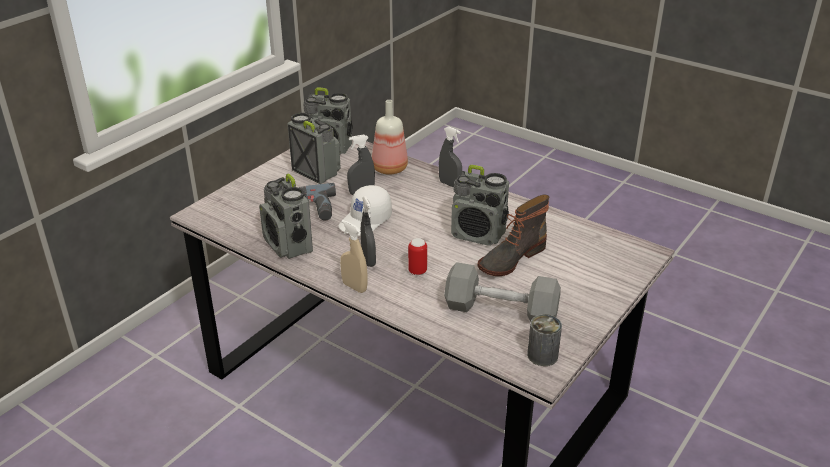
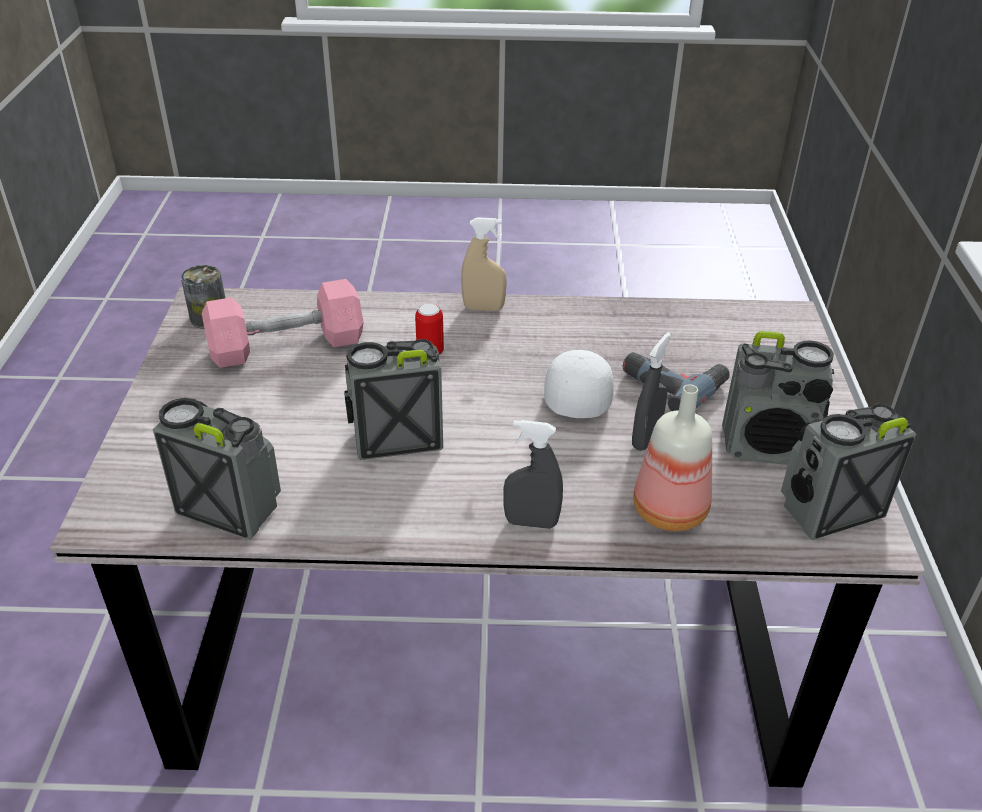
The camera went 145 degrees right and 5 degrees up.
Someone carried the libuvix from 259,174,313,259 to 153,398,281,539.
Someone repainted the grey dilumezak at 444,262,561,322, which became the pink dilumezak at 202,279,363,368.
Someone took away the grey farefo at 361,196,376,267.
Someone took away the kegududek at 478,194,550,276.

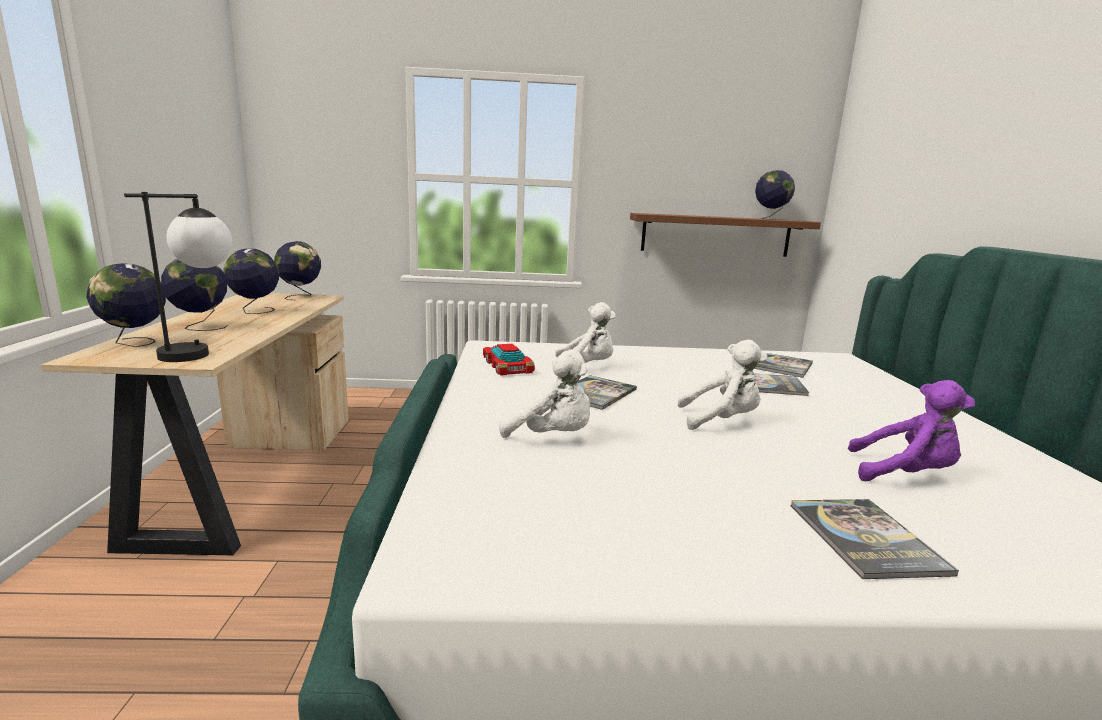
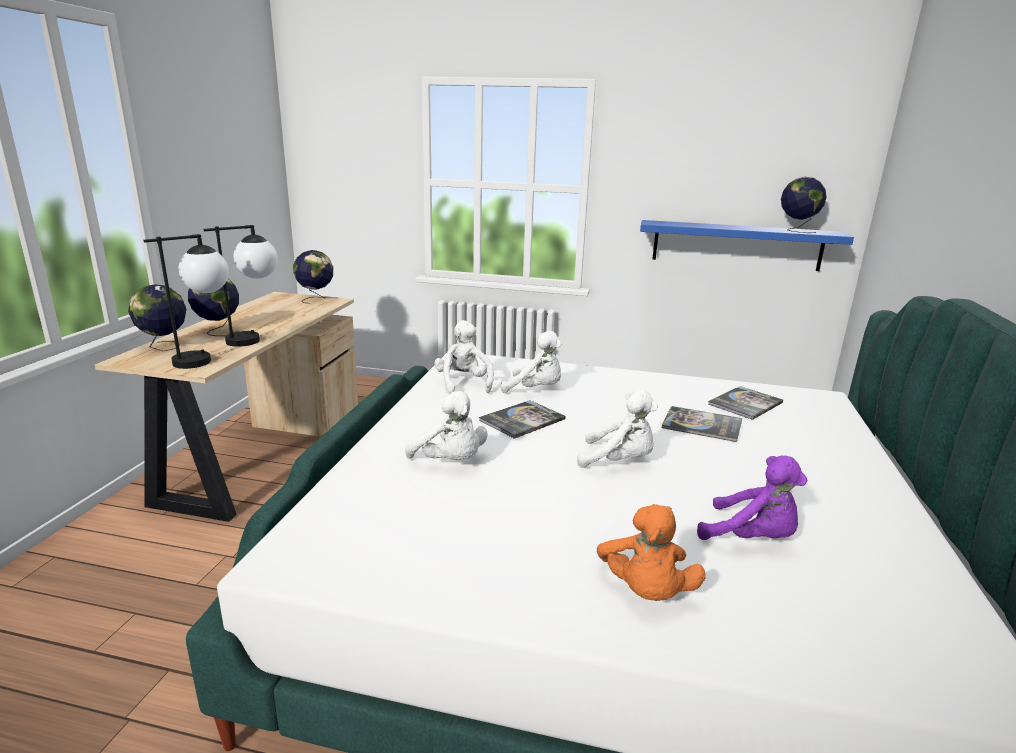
The camera went 15 degrees right and 5 degrees up.
Someone put down the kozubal at 203,225,278,347.
Someone swapped the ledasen at 483,344,535,376 for the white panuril at 434,320,494,394.
Someone swapped the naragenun at 790,499,959,579 for the orange panuril at 597,504,706,601.
Someone repainted the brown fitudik at 630,213,821,257, which became the blue fitudik at 640,220,854,271.
Someone took away the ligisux at 223,249,279,314.

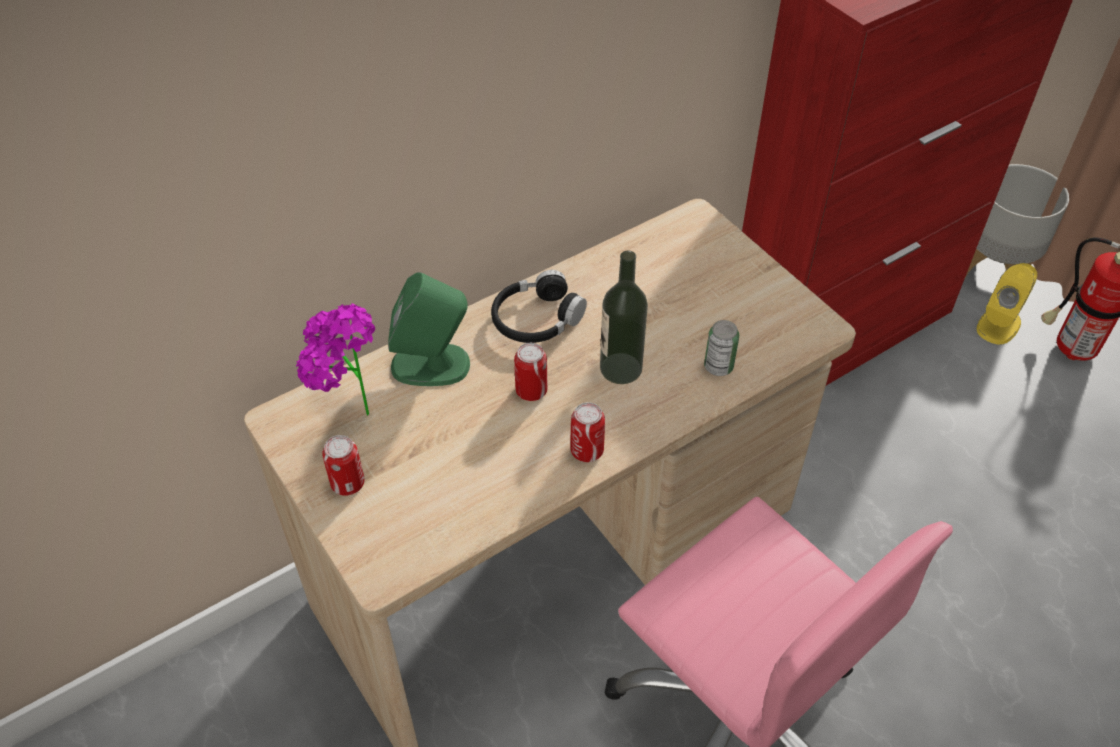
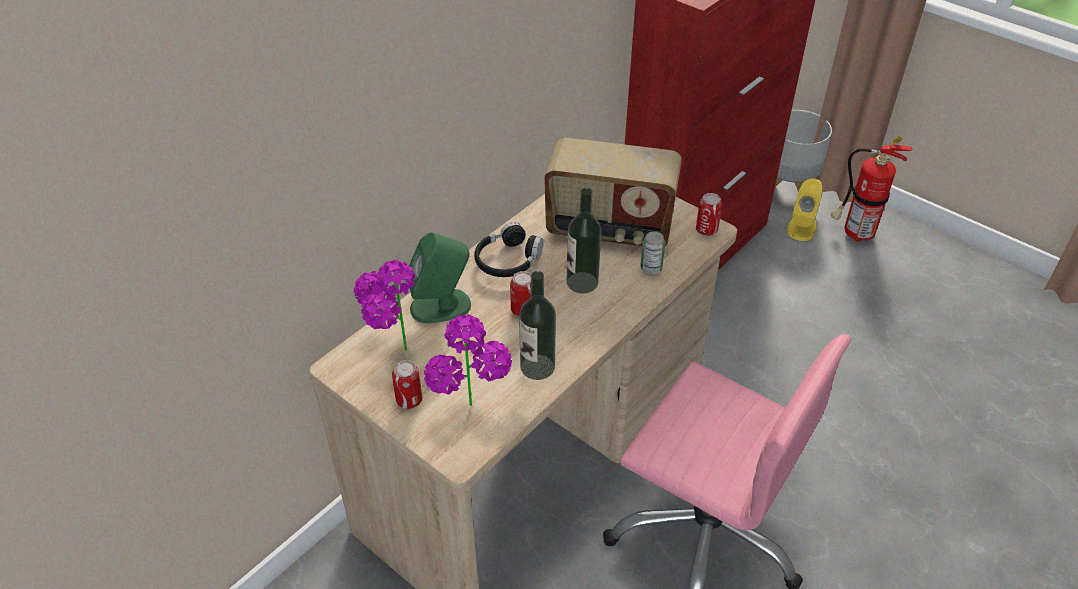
The camera went 15 degrees left and 5 degrees down.
Someone put down the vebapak at 424,314,512,406.
Someone put down the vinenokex at 519,271,556,380.
Someone put down the libuvix at 544,138,682,246.
Someone carried the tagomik from 570,402,605,462 to 696,193,722,236.

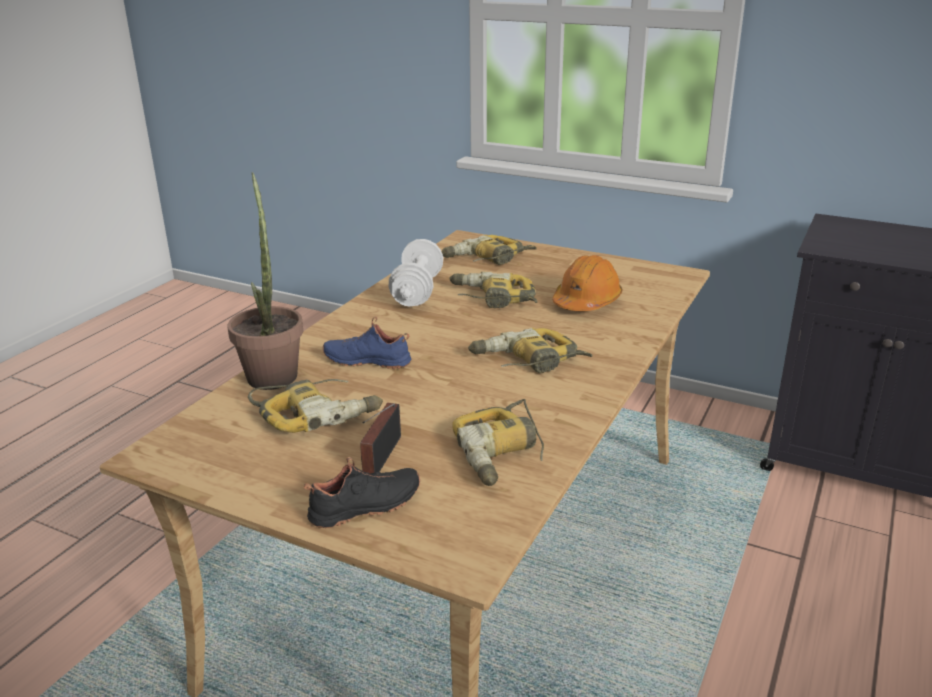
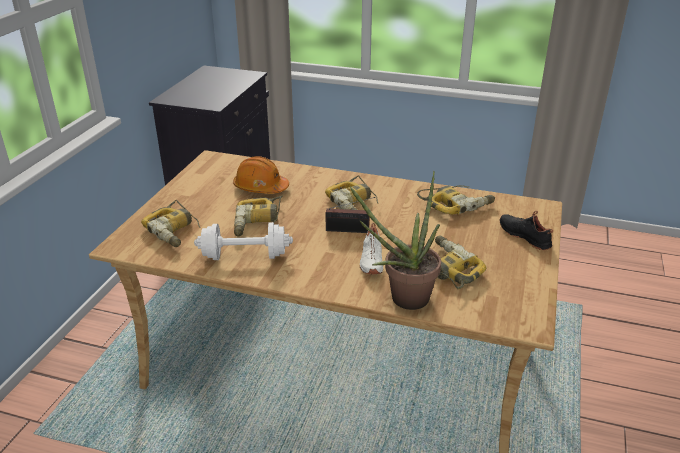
The camera went 100 degrees left and 5 degrees up.
Someone carried the libuvix from 360,403,401,474 to 326,197,375,233.
Someone repainted the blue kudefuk at 323,317,411,369, which became the white kudefuk at 360,223,383,274.

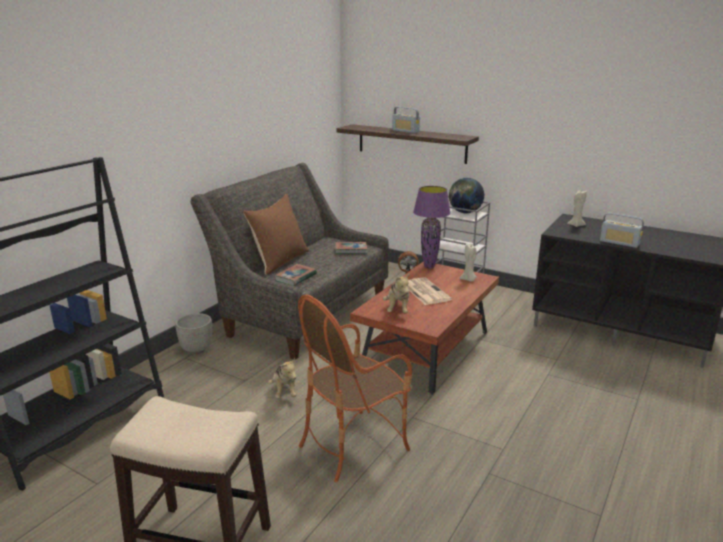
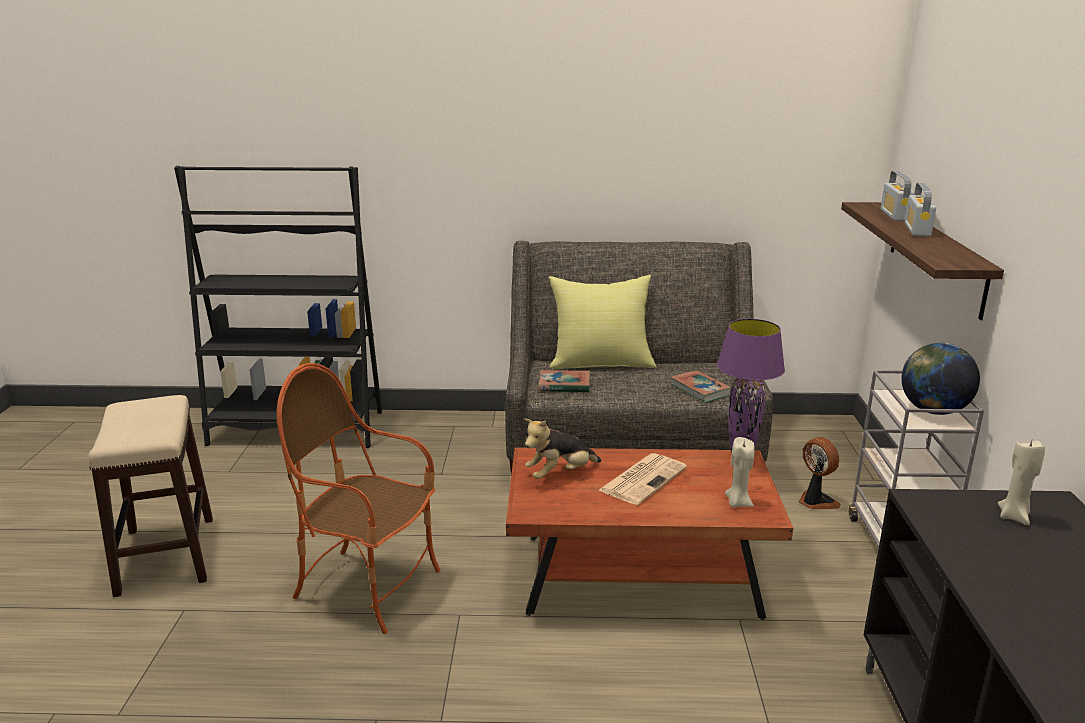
The camera went 60 degrees right and 0 degrees up.
Someone repainted the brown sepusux at 243,194,309,275, which became the yellow sepusux at 548,275,656,369.
Someone carried the libuvix from 600,213,644,248 to 881,171,914,221.
Someone took away the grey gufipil at 175,313,212,354.
Someone took away the panuril at 268,358,296,398.

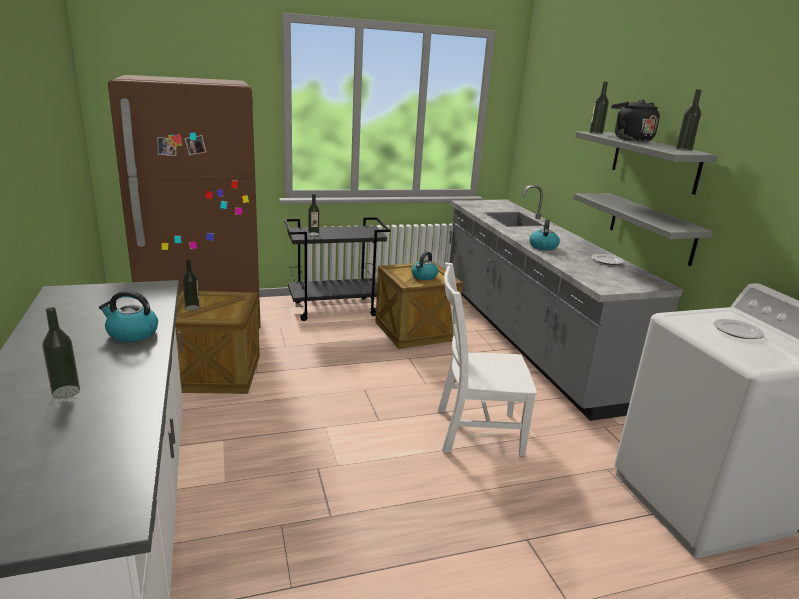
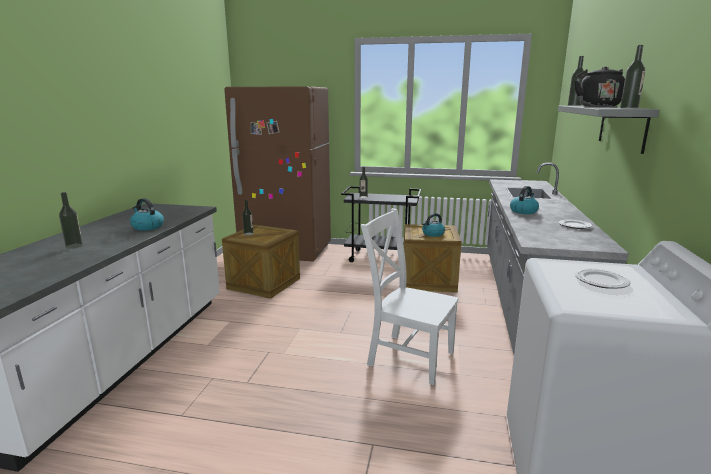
The camera went 30 degrees right and 5 degrees down.
Someone took away the grey fitudik at 573,193,713,266.

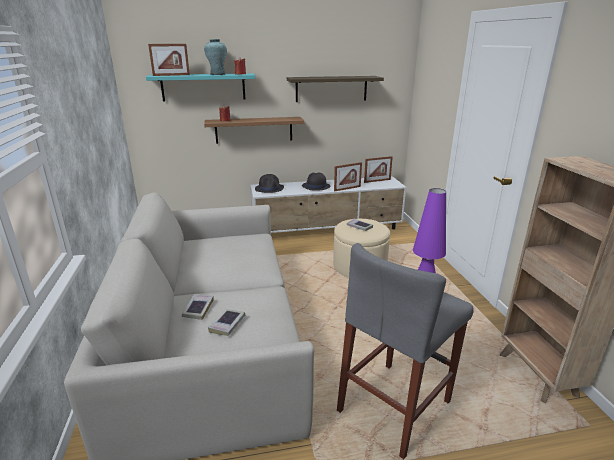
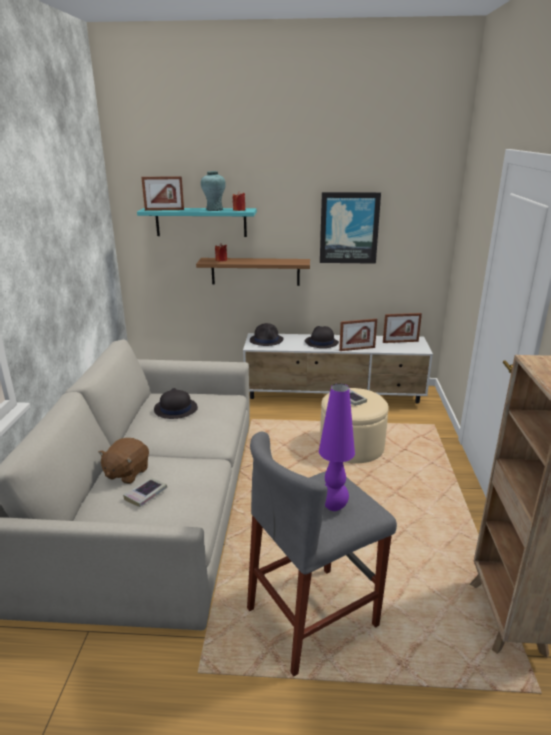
The camera went 15 degrees right and 0 degrees up.
Someone swapped the naragenun at 182,295,214,320 for the brown panuril at 98,438,149,484.
Someone put down the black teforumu at 154,388,198,419.
Someone swapped the fitudik at 287,76,384,102 for the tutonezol at 320,192,381,264.

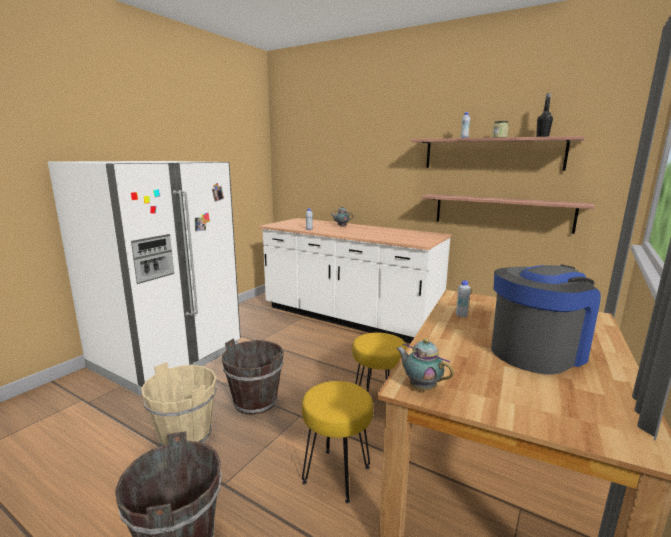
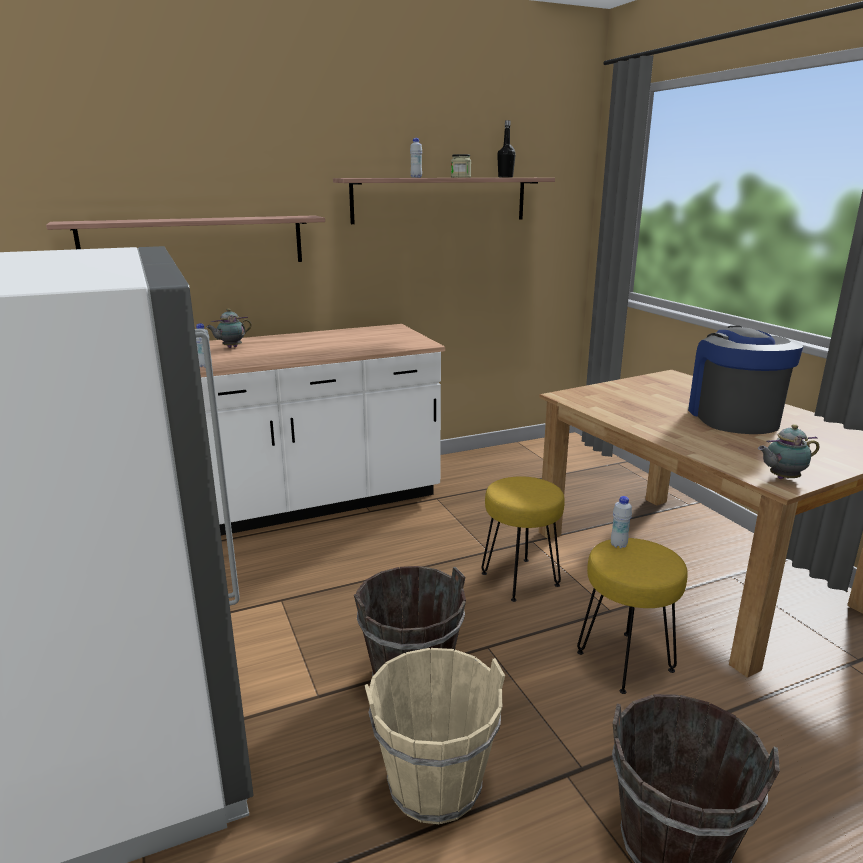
The camera went 55 degrees left and 5 degrees up.
Someone carried the fitudik from 421,194,594,234 to 46,215,325,262.
Someone carried the white vinenokex from 456,280,471,318 to 611,496,632,548.

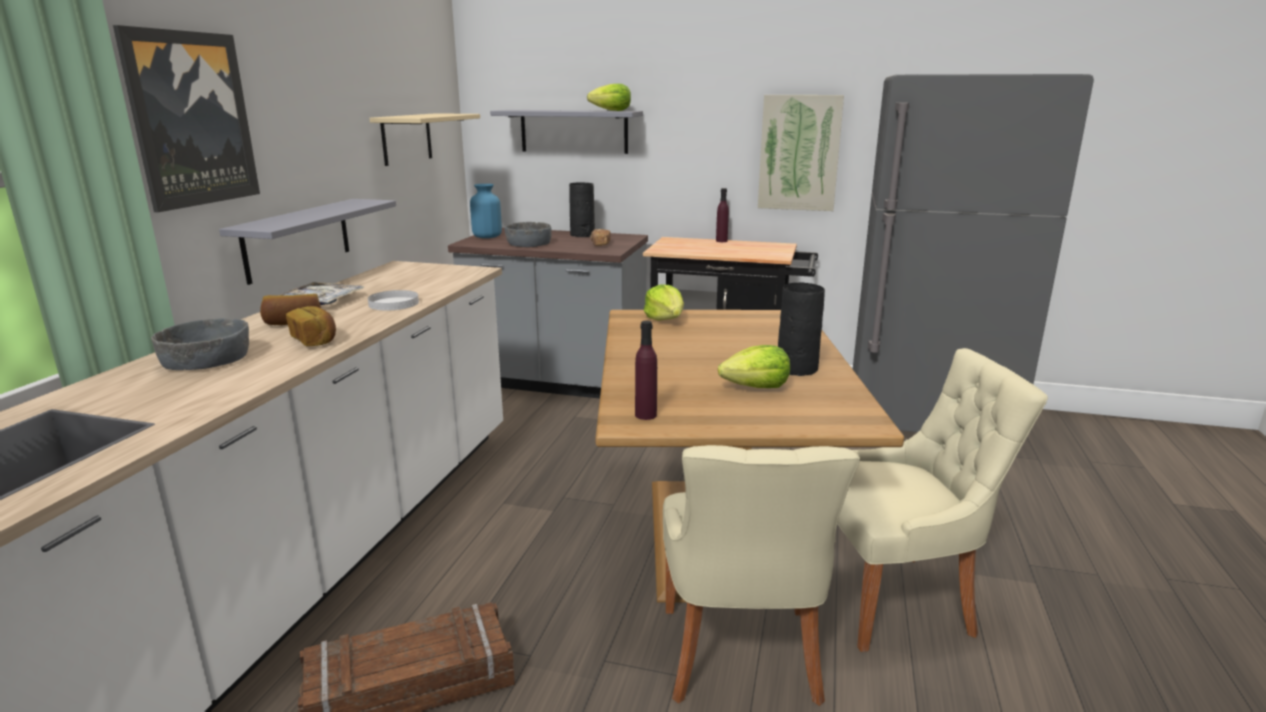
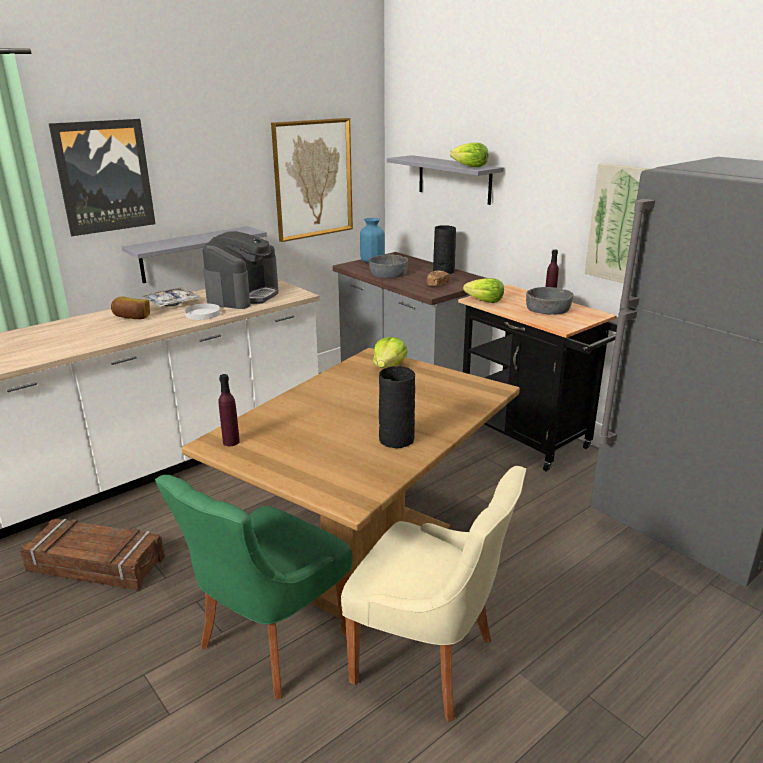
The camera went 35 degrees right and 5 degrees up.
Someone repainted the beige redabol at 663,445,860,706, which became the green redabol at 155,475,352,699.
Someone put down the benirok at 203,231,279,309.
Someone swapped the beige fitudik at 369,113,480,166 for the tutonezol at 271,118,353,242.
Someone carried the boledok from 718,345,790,388 to 463,278,504,303.
Someone carried the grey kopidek from 151,318,249,370 to 526,287,573,315.
Someone took away the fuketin at 286,306,336,346.

